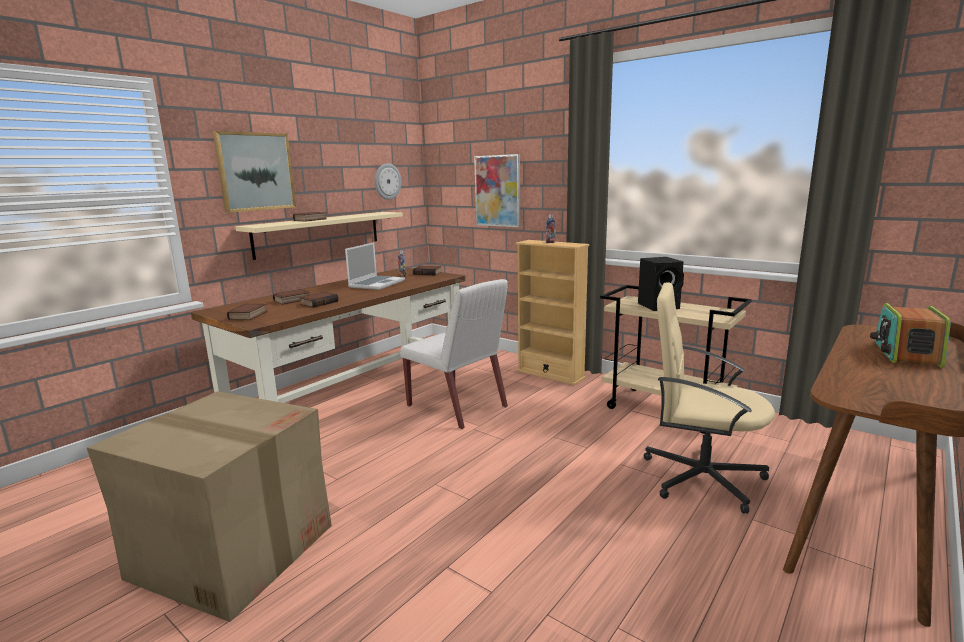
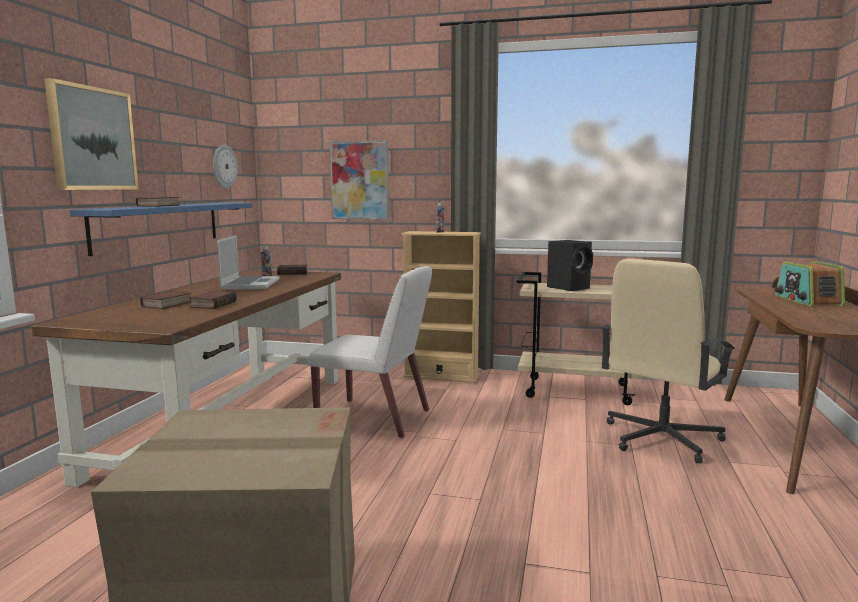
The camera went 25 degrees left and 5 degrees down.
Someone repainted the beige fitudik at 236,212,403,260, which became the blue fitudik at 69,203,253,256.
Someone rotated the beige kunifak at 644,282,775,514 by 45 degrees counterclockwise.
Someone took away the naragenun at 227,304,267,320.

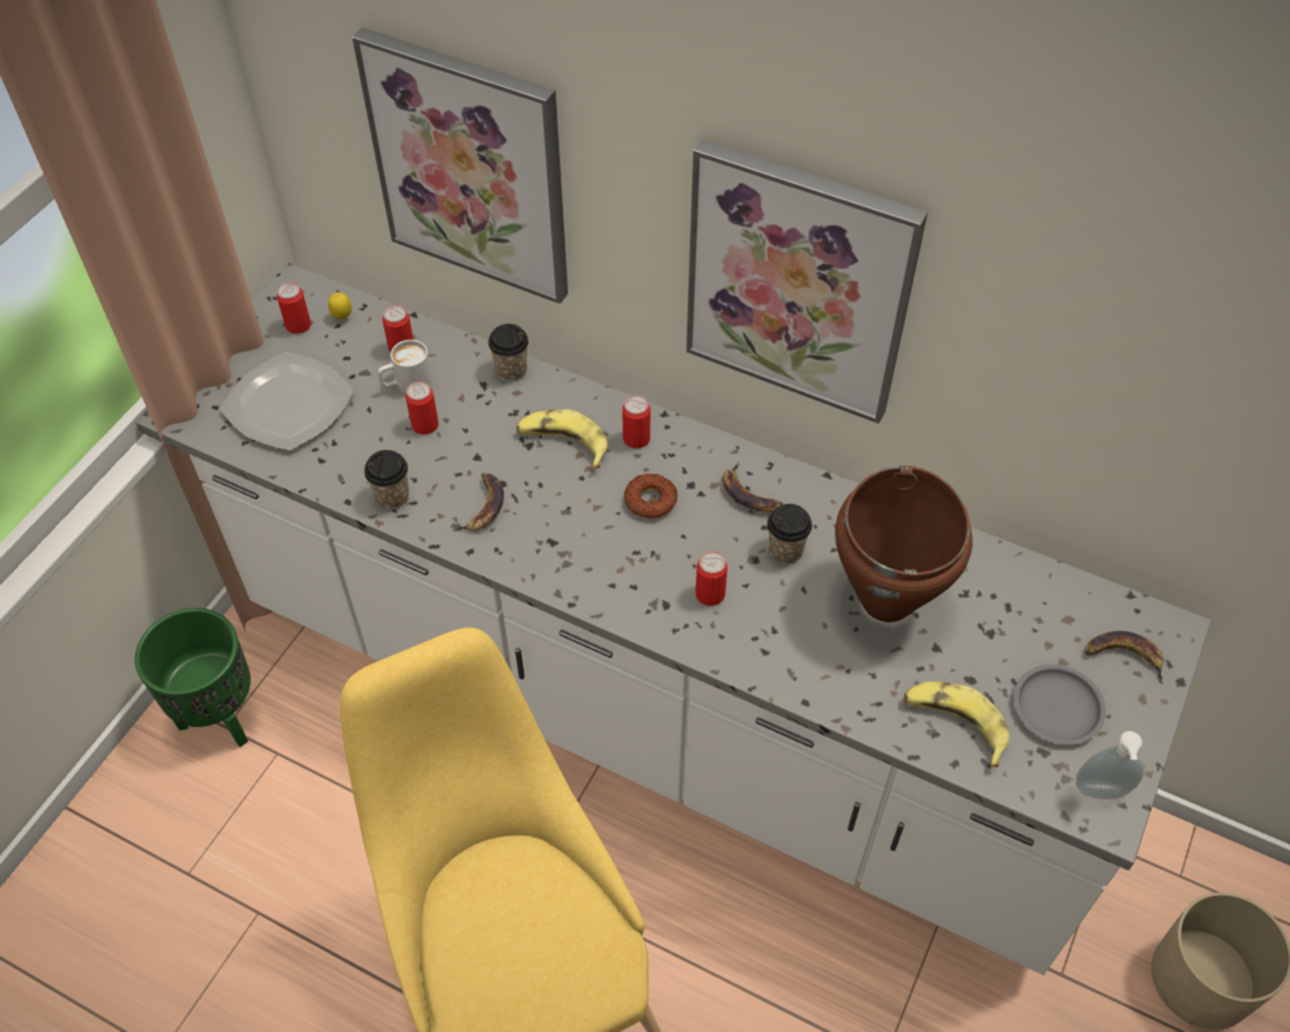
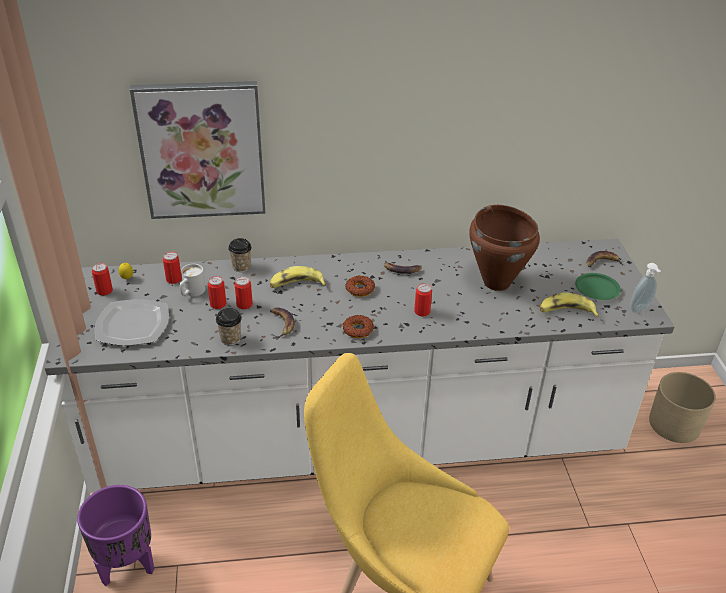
The camera went 35 degrees left and 15 degrees down.
Someone repainted the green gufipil at 135,608,251,747, which became the purple gufipil at 77,485,154,586.
Someone carried the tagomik from 622,395,650,448 to 235,276,253,309.
Someone put down the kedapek at 343,315,374,338.
Someone repainted the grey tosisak at 1014,665,1106,745, which became the green tosisak at 575,273,621,300.
Someone took away the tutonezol at 686,139,928,424.
Someone took away the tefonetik at 767,504,812,564.

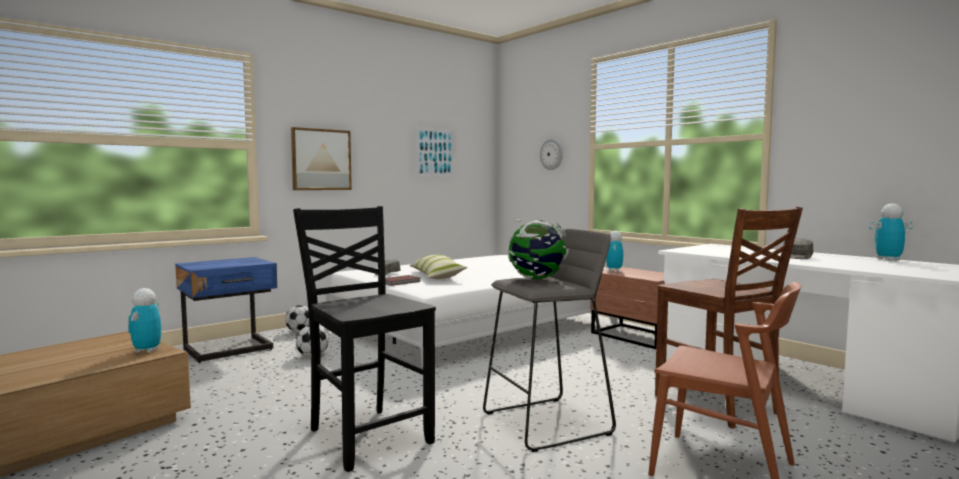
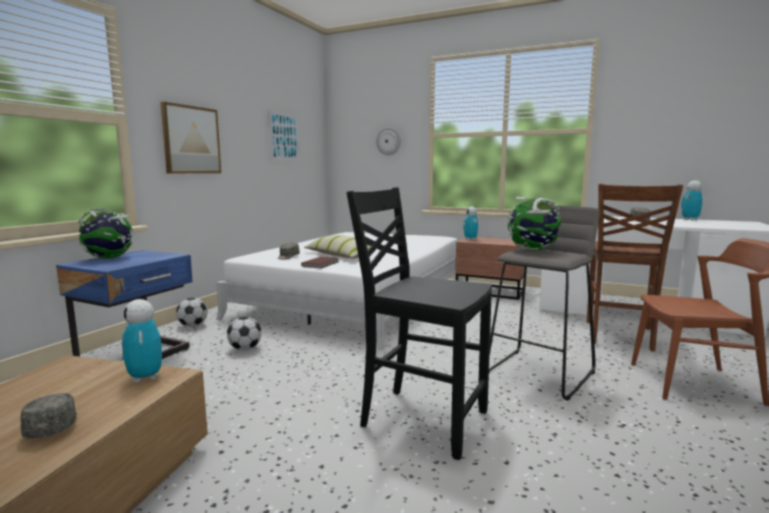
The camera went 25 degrees left and 5 degrees up.
Someone put down the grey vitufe at 20,393,78,439.
Someone put down the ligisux at 78,208,134,259.
Someone rotated the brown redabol at 655,207,803,428 by 75 degrees clockwise.

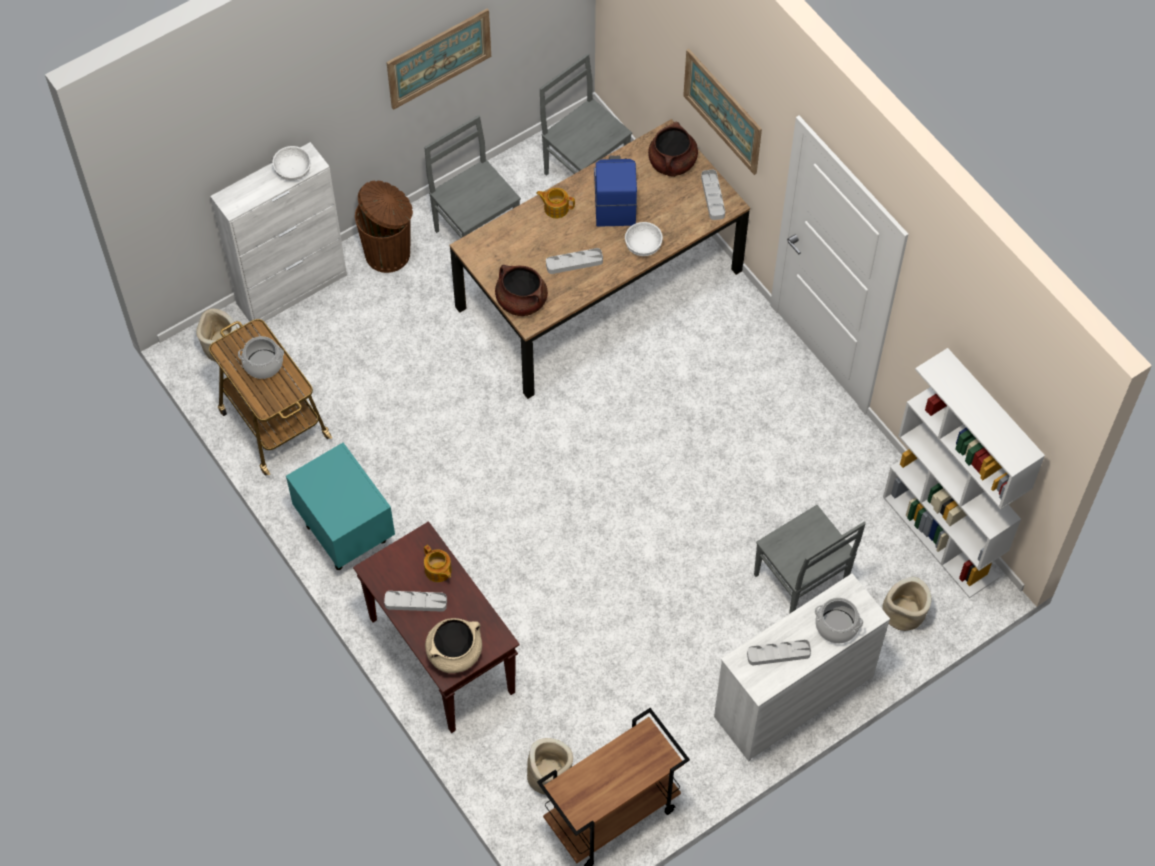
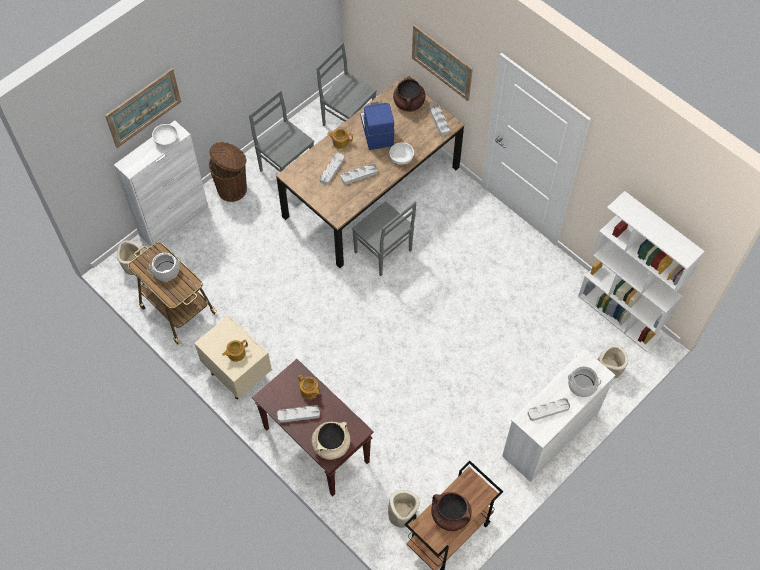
The camera went 10 degrees left and 0 degrees up.
Someone carried the tutonezol from 386,8,491,110 to 105,68,181,148.
Someone repainted the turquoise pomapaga at 286,443,395,570, which became the beige pomapaga at 194,315,272,399.
Someone put down the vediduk at 222,340,248,362.
Someone put down the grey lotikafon at 320,153,345,185.
Someone carried the grey redabol from 754,505,866,614 to 352,201,416,276.
Someone carried the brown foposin from 495,265,548,316 to 431,492,472,531.

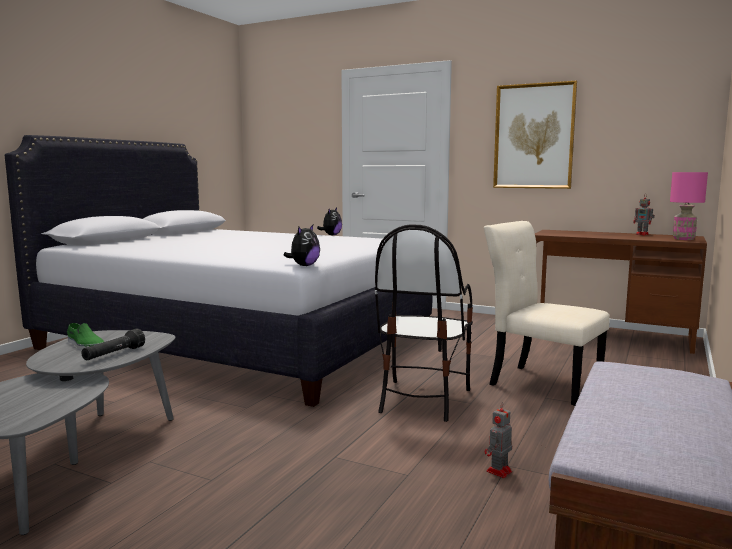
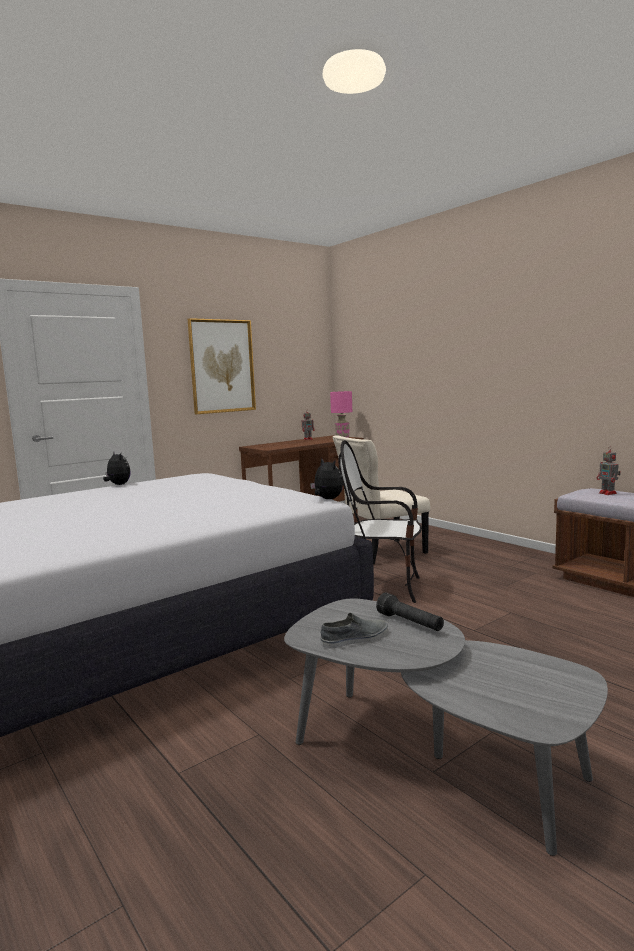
The camera went 65 degrees left and 0 degrees up.
Someone repainted the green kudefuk at 67,323,104,350, which became the grey kudefuk at 321,613,388,649.
Someone rotated the redabol at 375,224,473,422 by 150 degrees clockwise.
Someone carried the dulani from 485,402,512,478 to 597,450,621,495.

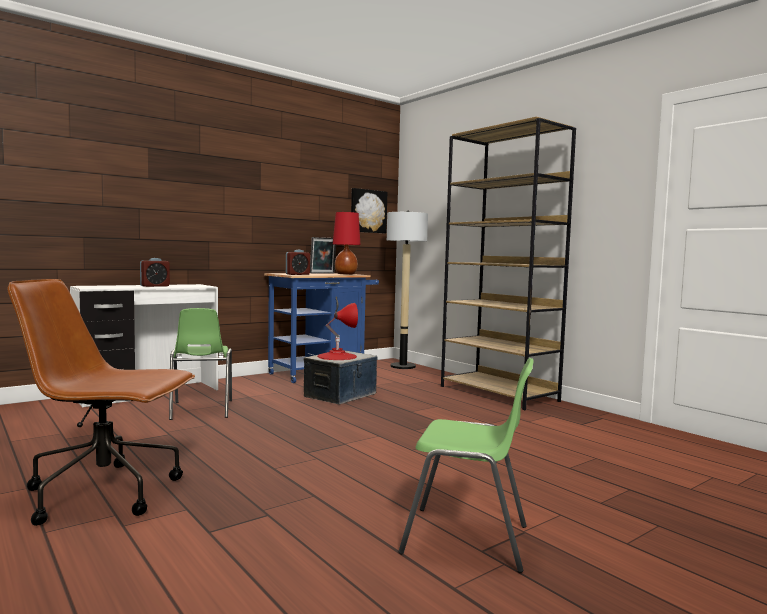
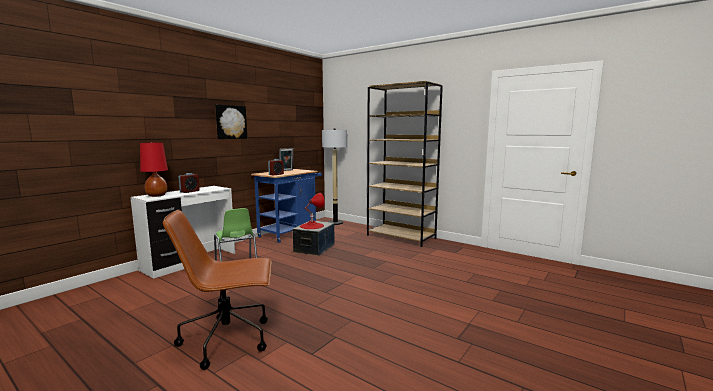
The camera went 15 degrees left and 5 degrees up.
Someone carried the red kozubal from 333,212,361,275 to 140,142,168,197.
Someone carried the tutonezol from 351,188,387,233 to 215,105,247,139.
Someone took away the green redabol at 398,358,534,573.

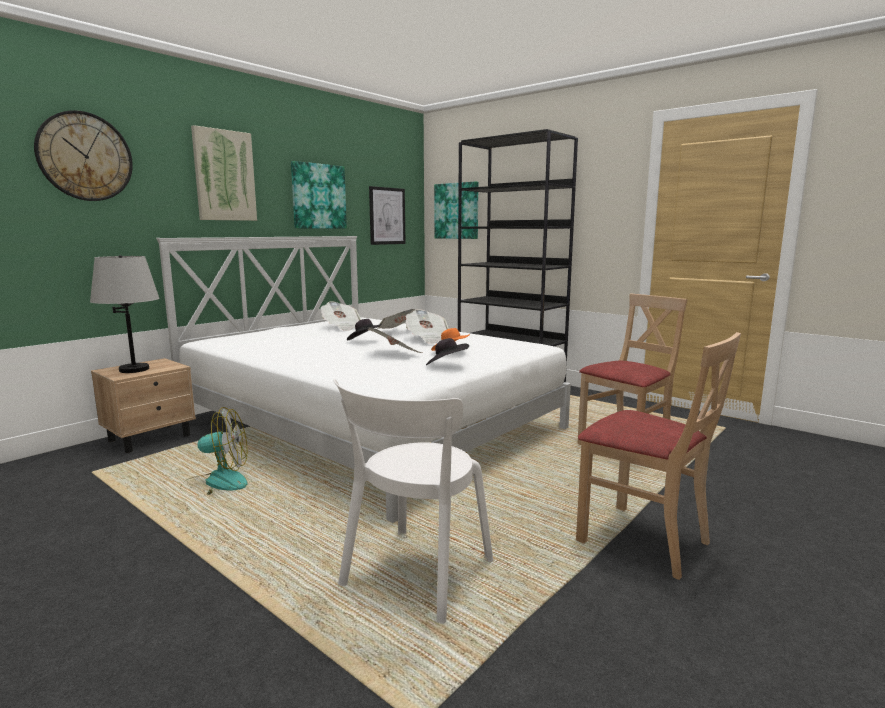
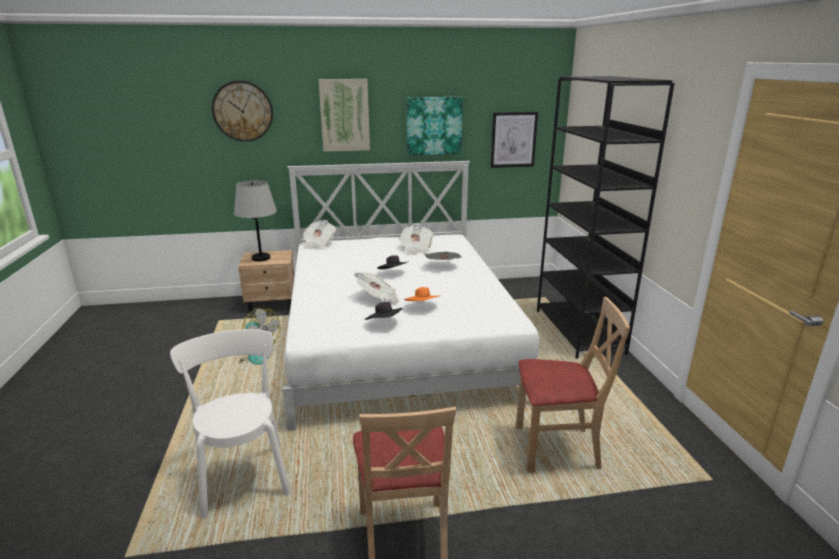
The camera went 40 degrees right and 10 degrees up.
Someone rotated the white redabol at 334,379,493,624 by 90 degrees clockwise.
Someone carried the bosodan from 406,309,449,344 to 302,220,336,249.
Someone took away the tutonezol at 434,181,479,239.

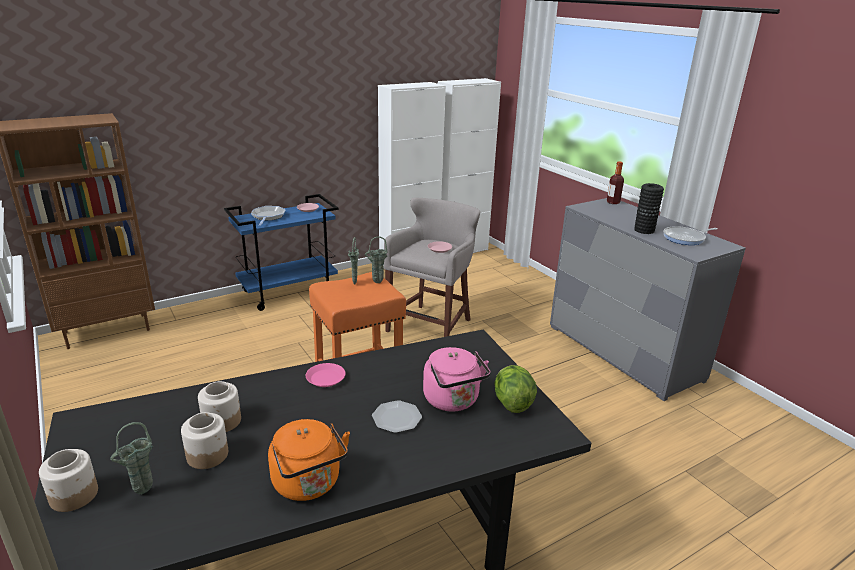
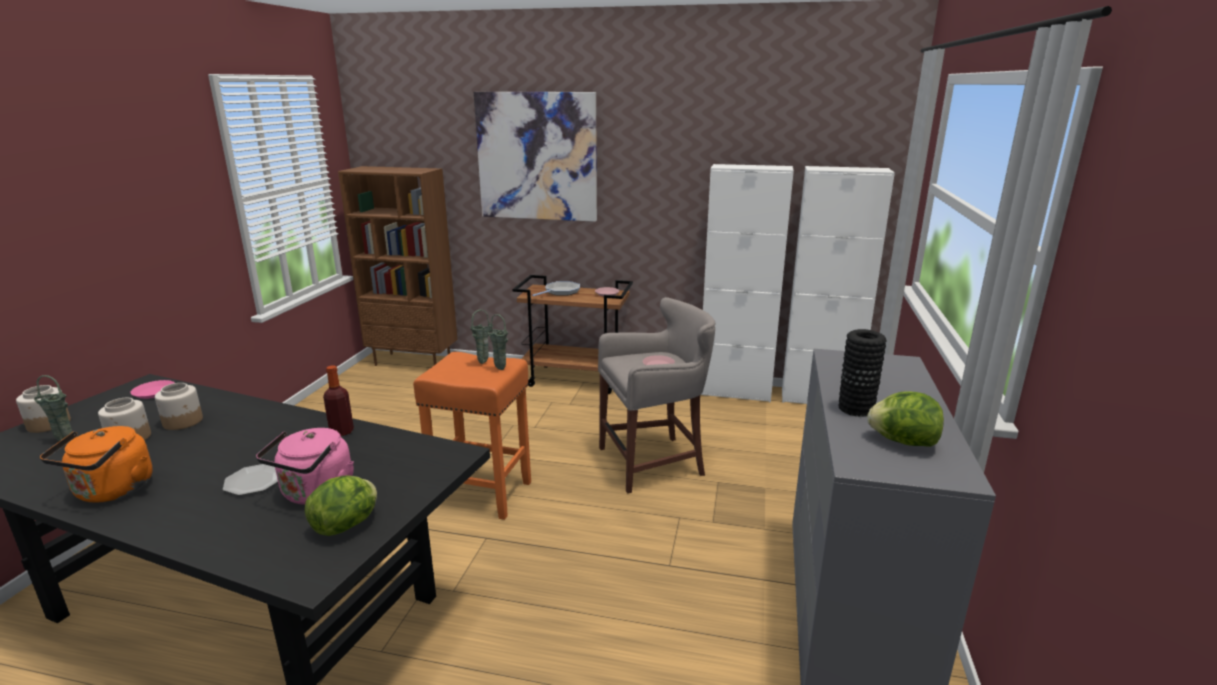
The camera went 45 degrees right and 5 degrees down.
Someone carried the pink tosisak from 306,363,346,387 to 130,380,175,399.
Someone carried the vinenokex from 607,161,624,204 to 323,365,354,436.
Someone put up the tutonezol at 474,92,597,222.
Someone repainted the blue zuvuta at 224,194,339,311, which became the brown zuvuta at 512,275,633,394.
Someone swapped the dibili at 664,226,718,245 for the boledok at 867,391,944,447.

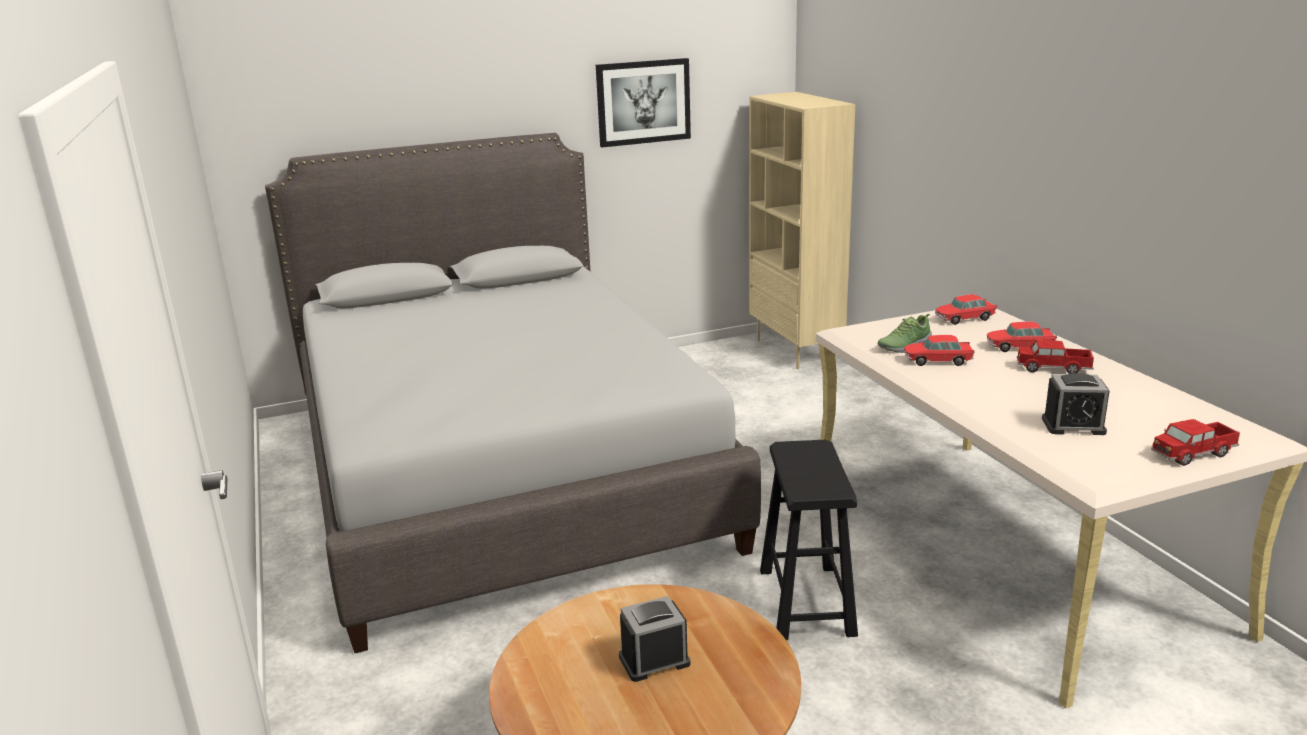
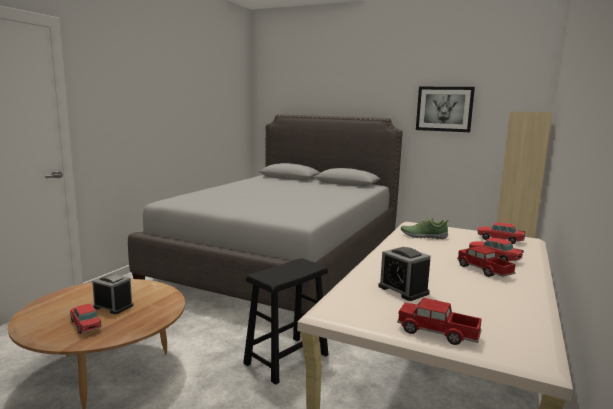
The camera went 45 degrees right and 10 degrees down.
Someone carried the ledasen from 904,335,974,366 to 70,304,101,333.

